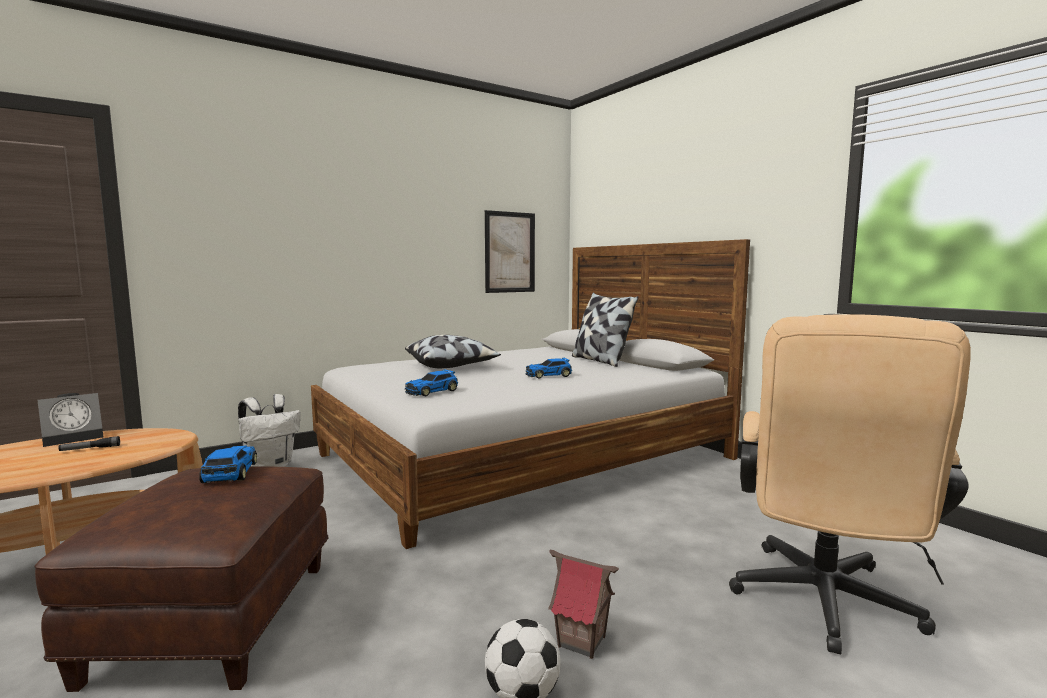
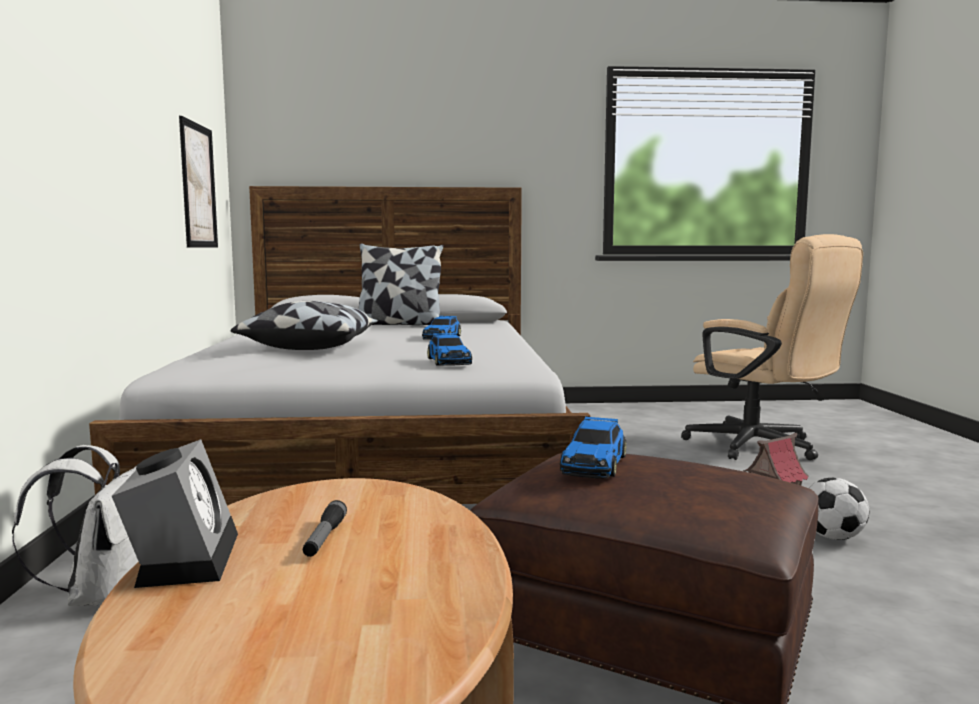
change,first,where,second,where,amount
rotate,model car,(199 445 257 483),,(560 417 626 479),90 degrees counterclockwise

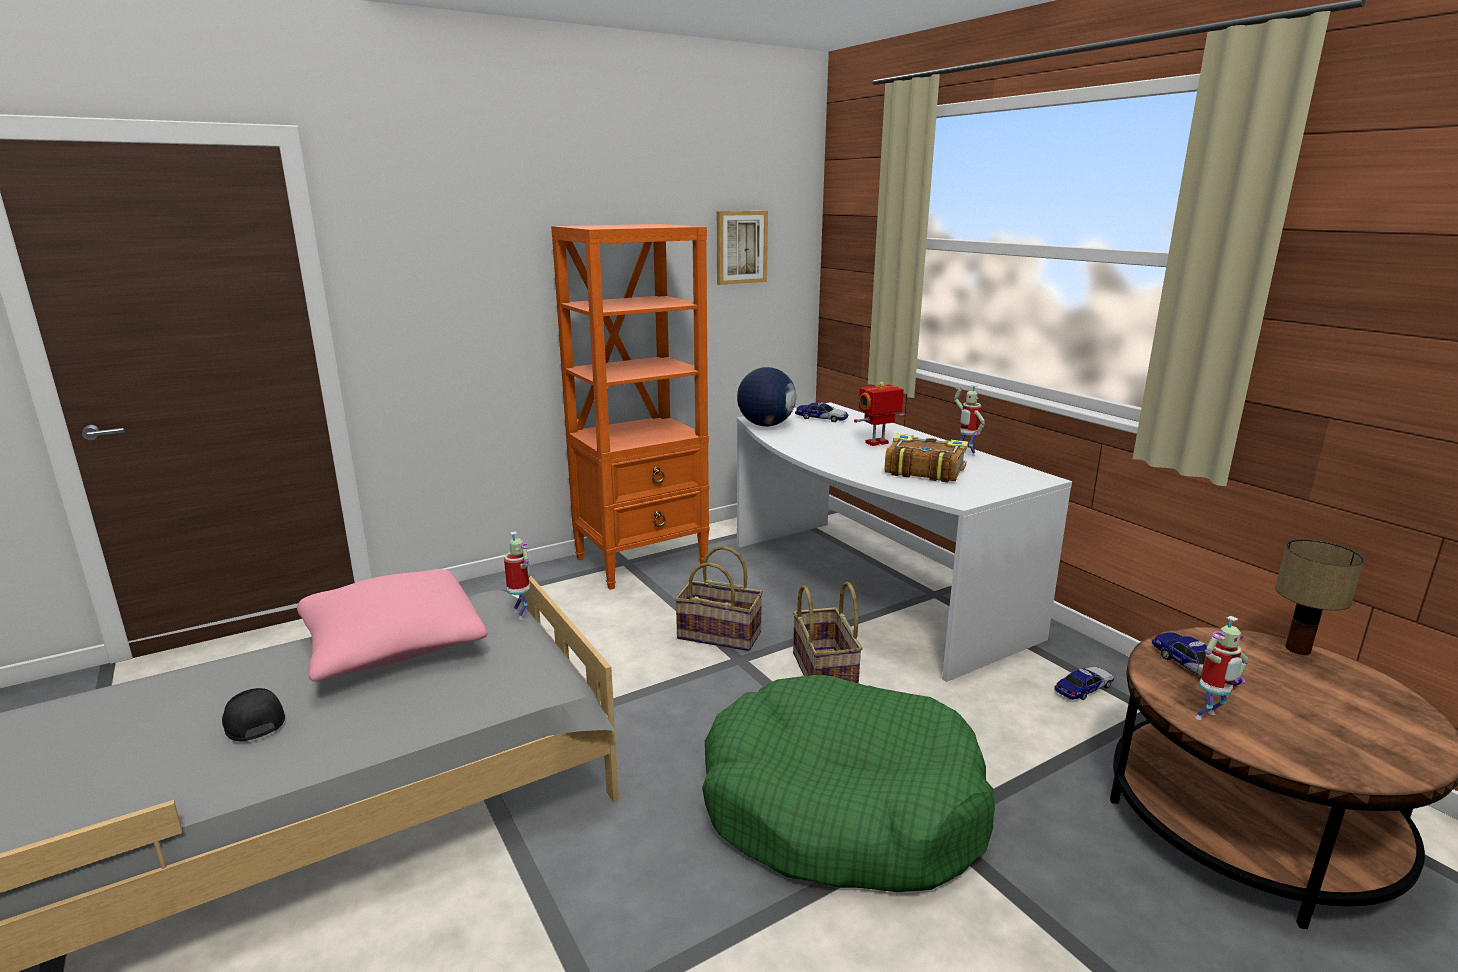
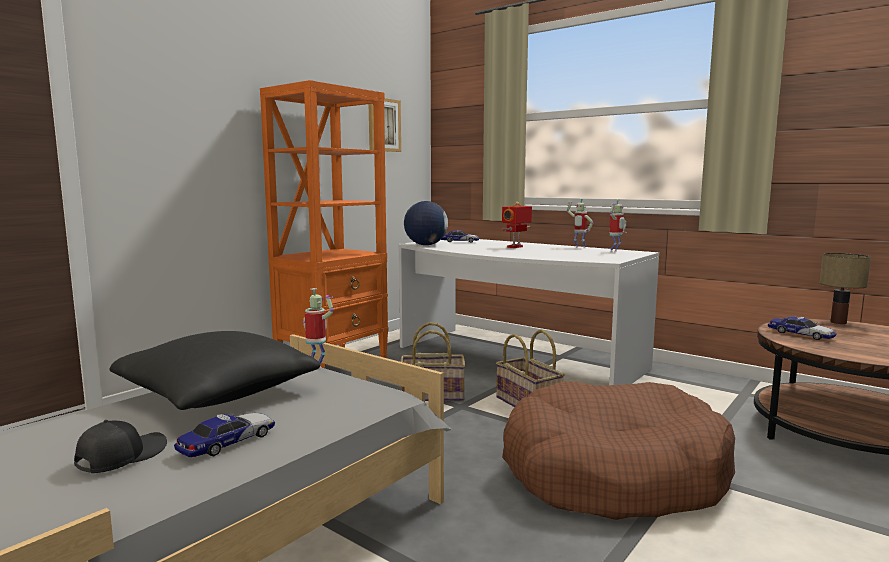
change,first,where,second,where,amount
rotate,cap in black,(222 688 285 742),,(74 420 167 473),90 degrees clockwise
recolor,cushion in pink-coloured,(297 569 487 682),cushion in black,(110 331 320 410),
move,model car,(1054 667 1115 700),,(174 413 275 457),
recolor,dog bed in green-coloured,(702 675 995 892),dog bed in brownish,(502 382 735 520),
move,toy robot,(1195 616 1248 720),,(609 200 627 252),
delete,bound book,(885 434 969 482),,,

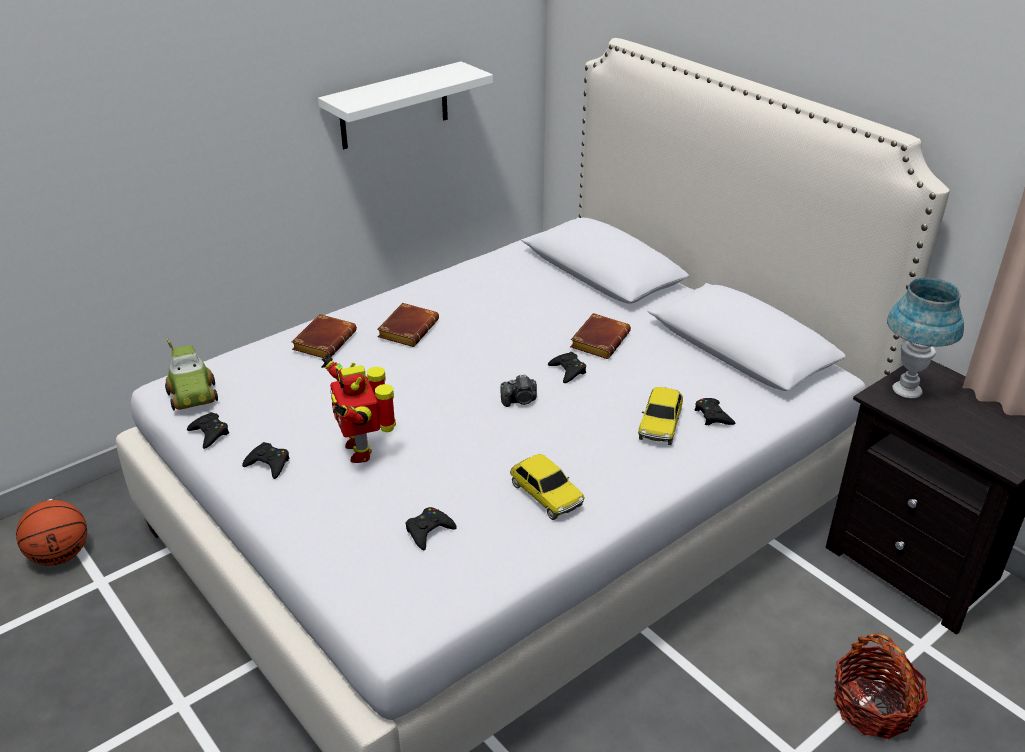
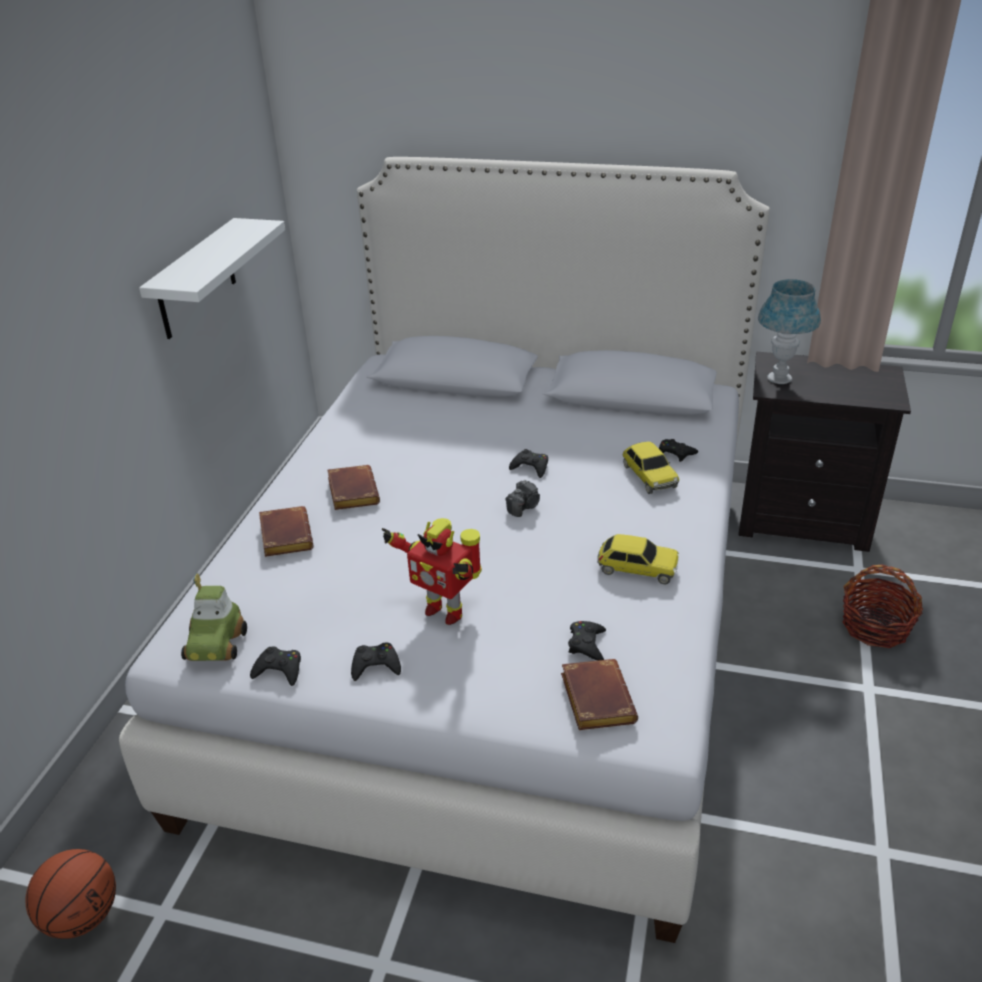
change,first,where,second,where,amount
rotate,model car,(165 338 218 410),,(181 573 247 661),60 degrees clockwise
move,bound book in brownish,(570 313 631 359),,(561 659 638 730),

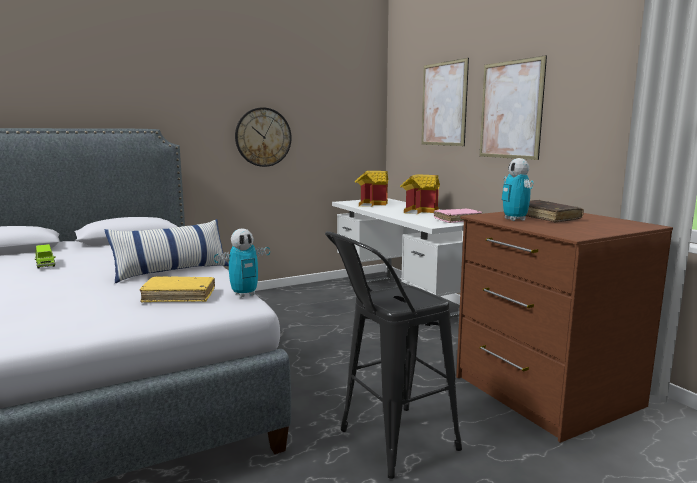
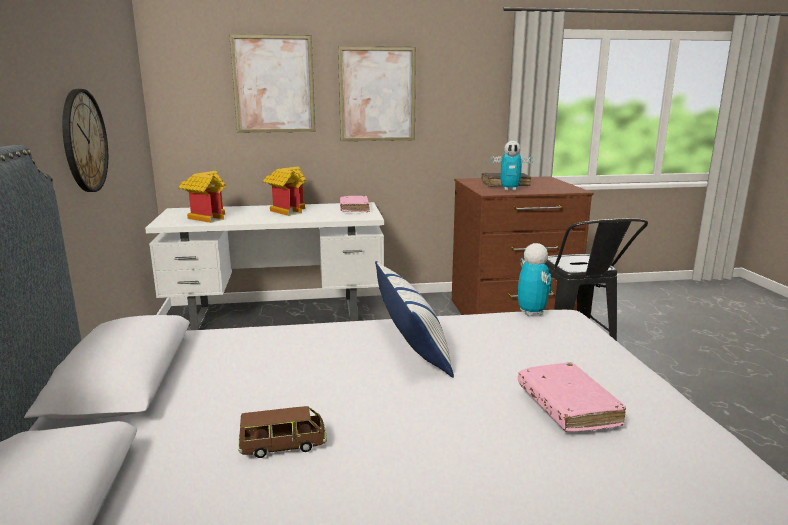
change,first,where,second,where,amount
recolor,model car in green-coloured,(35 244 56 268),model car in brownish,(238 406 327 458),
insert,,,bound book in pink-coloured,(518 362 626 432),
delete,bound book in yellowish,(140 276 215 302),,,

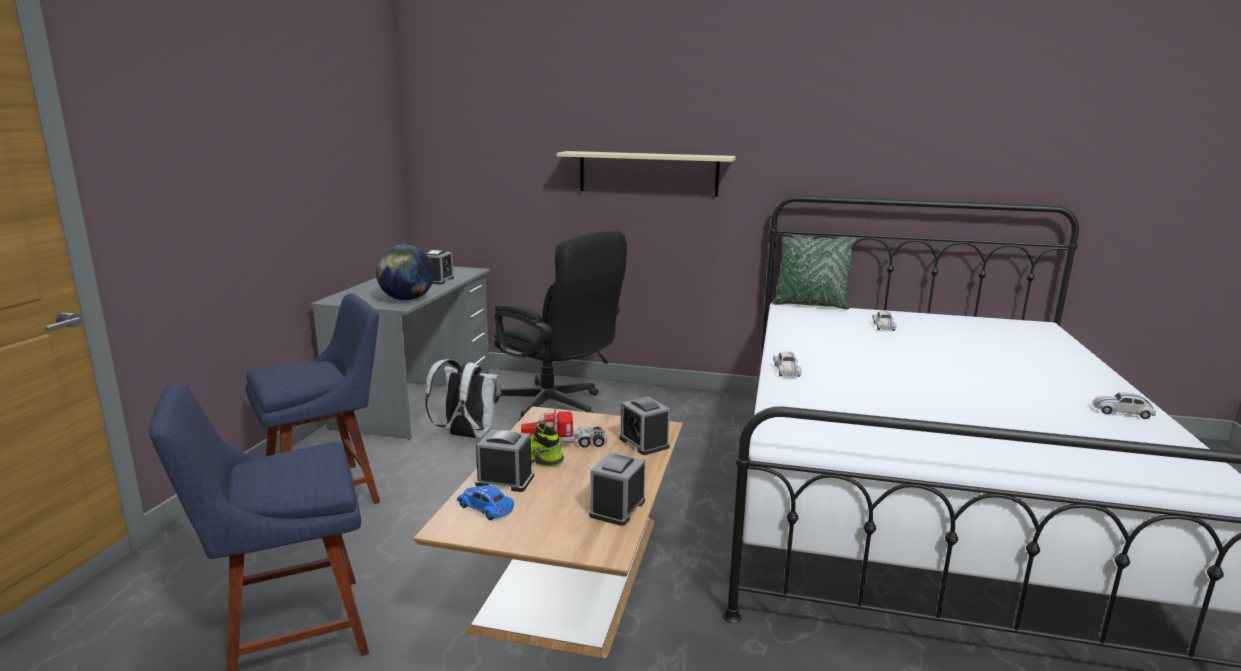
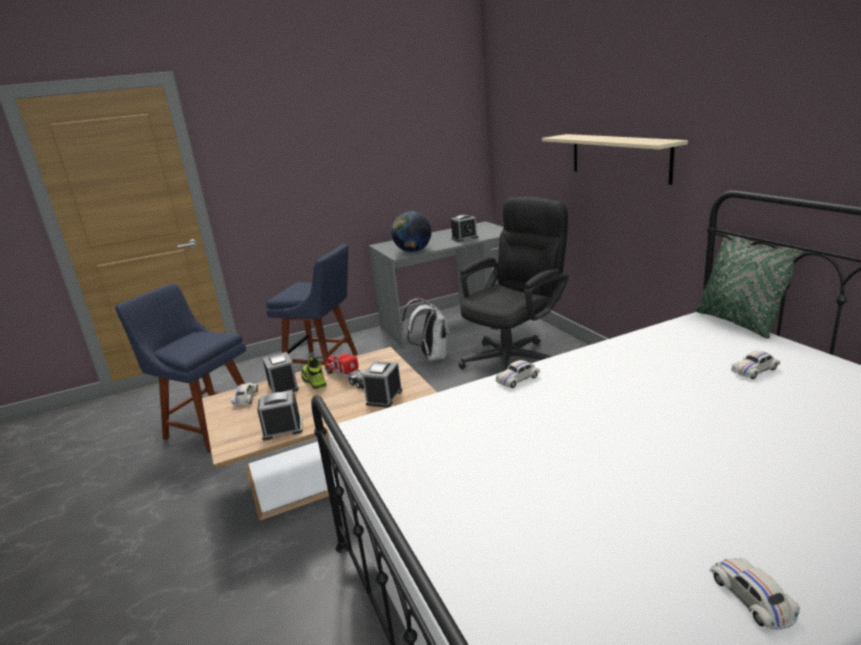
change,first,where,second,where,amount
recolor,model car in blue-coloured,(456 485 514 520),model car in whitish,(231 383 258 406),
rotate,desk chair in black,(494 230 627 420),,(458 197 569 372),135 degrees counterclockwise

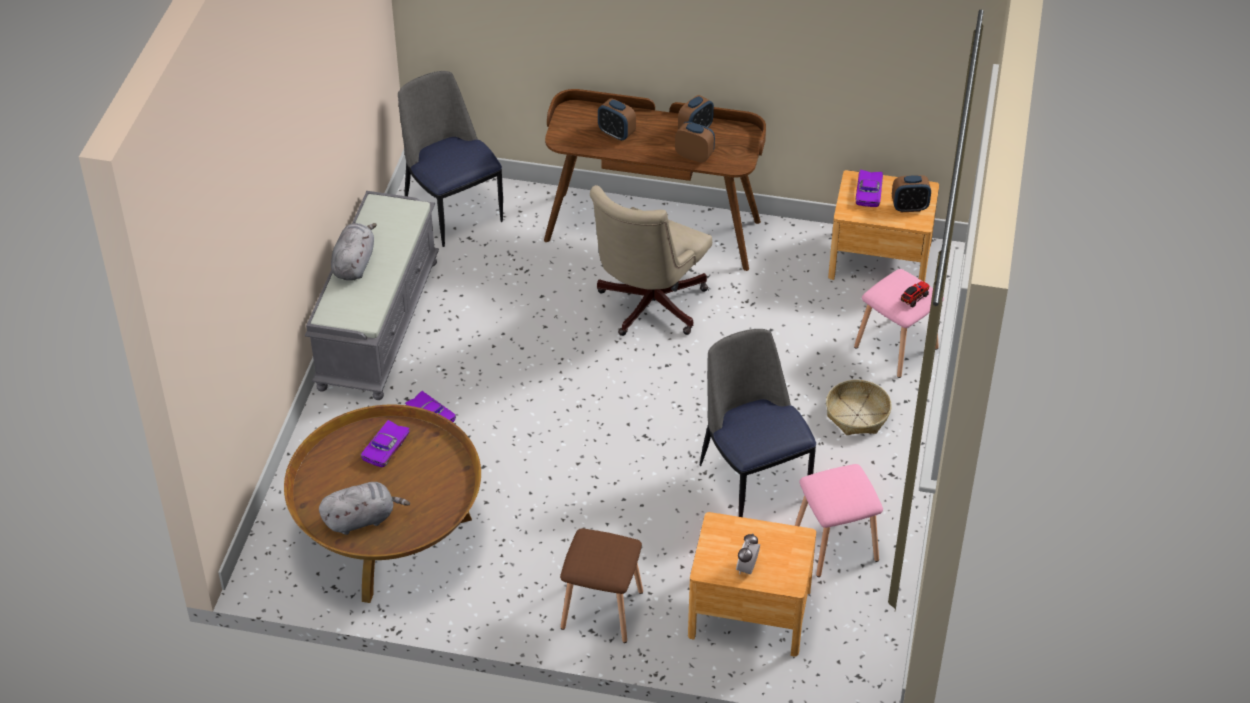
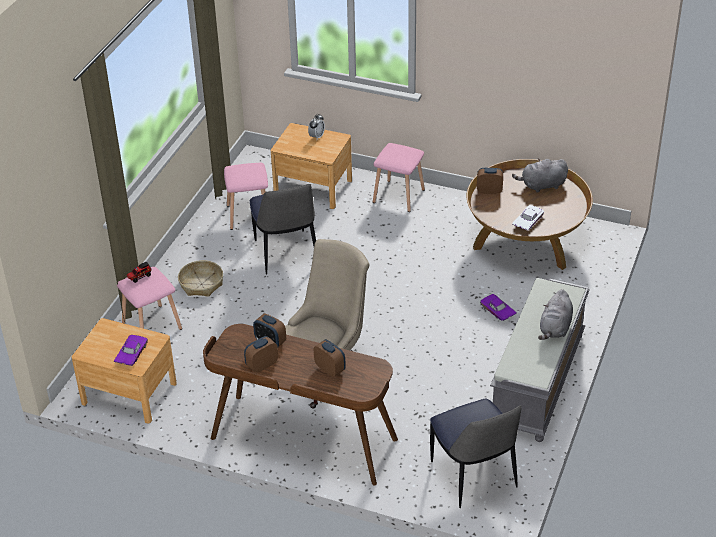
change,first,where,second,where,amount
recolor,sitting stool in brownish,(560 528 643 643),sitting stool in pink-coloured,(373 143 425 212),
move,alarm clock,(892 175 931 212),,(477 168 503 194),
recolor,model car in purple,(361 420 410 467),model car in whitish,(512 205 544 230),

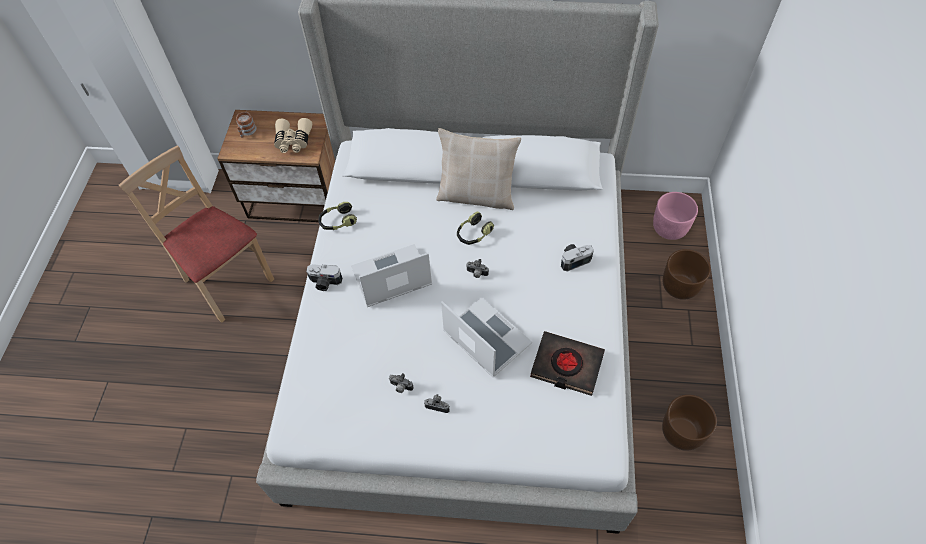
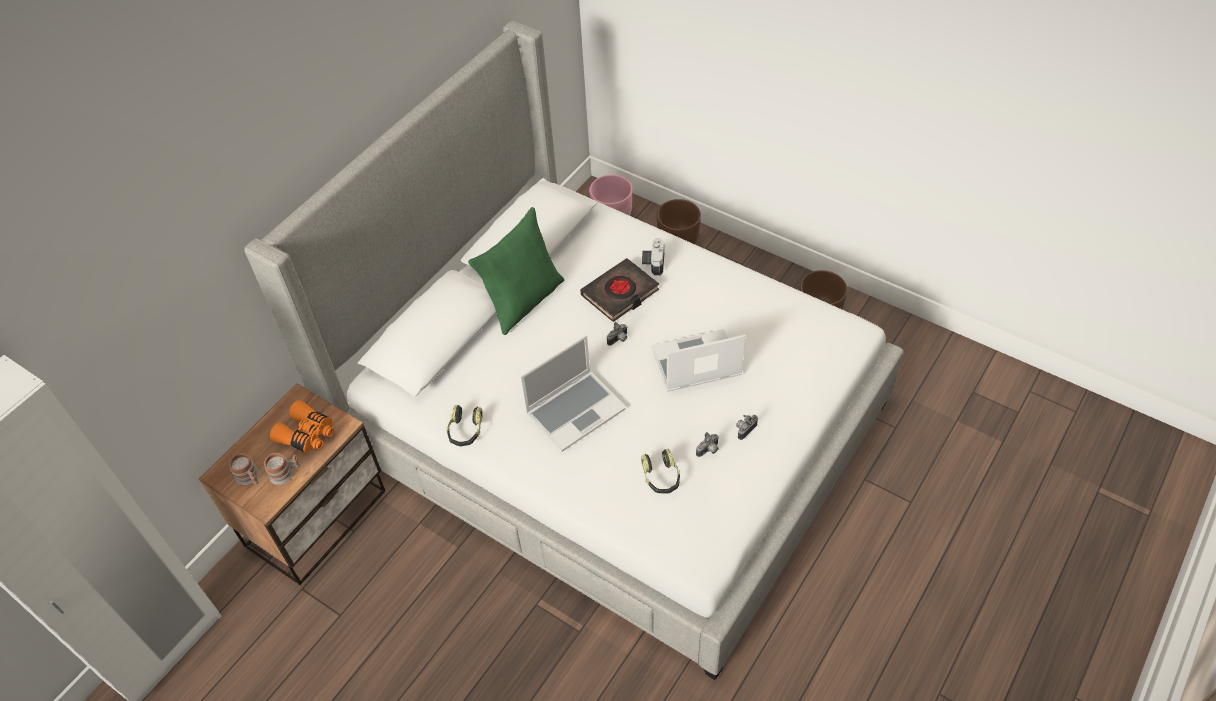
change,first,where,second,where,amount
insert,,,mug,(264 453 300 485),
recolor,pair of binoculars in beige-coloured,(274 118 312 153),pair of binoculars in orange-coloured,(270 400 334 453),
recolor,cushion in beige-coloured,(436 128 521 210),cushion in green-coloured,(468 207 564 335),
rotate,laptop,(351 244 432 307),,(520 335 626 452),135 degrees counterclockwise
move,bound book in black,(530 331 605 396),,(580 258 659 322),
move,pair of headphones,(457 211 494 245),,(641 449 680 494),
delete,plain chair in beige-coloured,(119 145 274 323),,,
delete,still camera,(306 264 343 291),,,

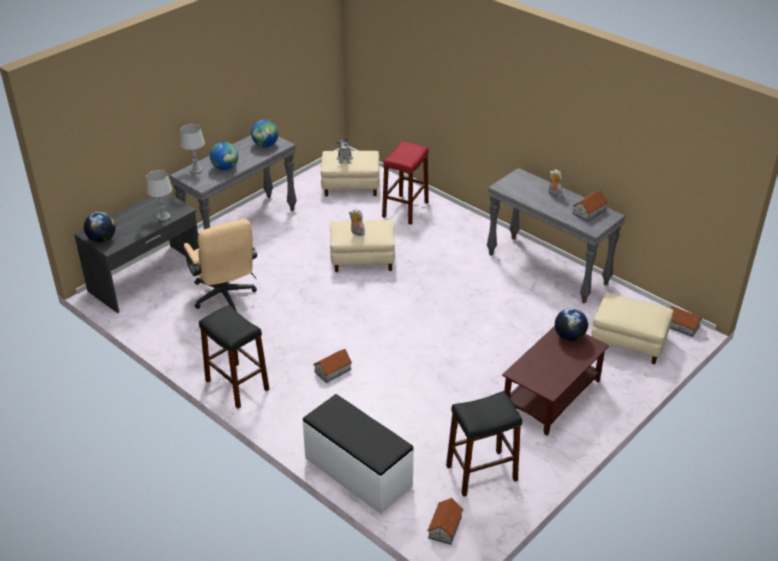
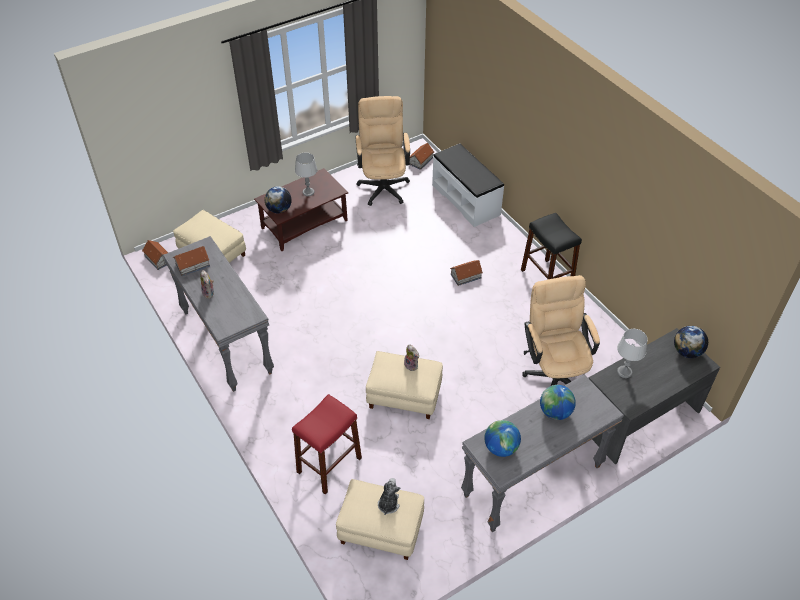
change,first,where,second,where,amount
move,tabletop lamp in grey,(180 124 205 174),,(295 153 318 196),
replace,sitting stool in black,(446 391 522 497),desk chair in beige-coloured,(355 96 410 206),

